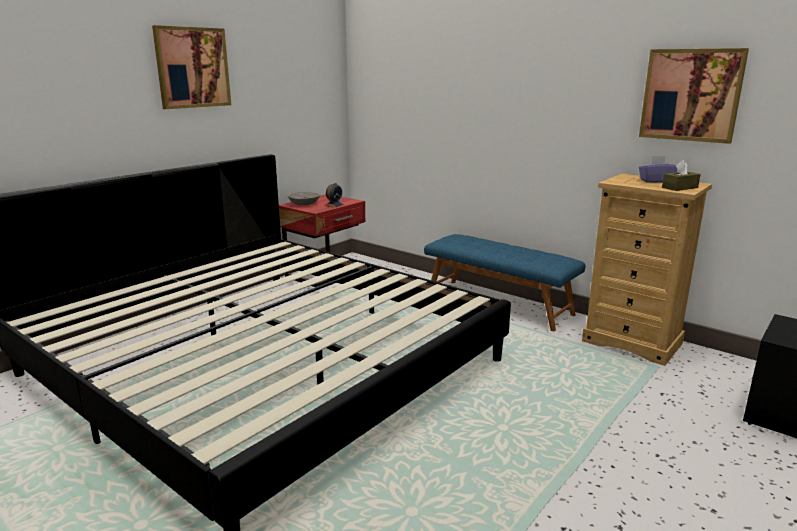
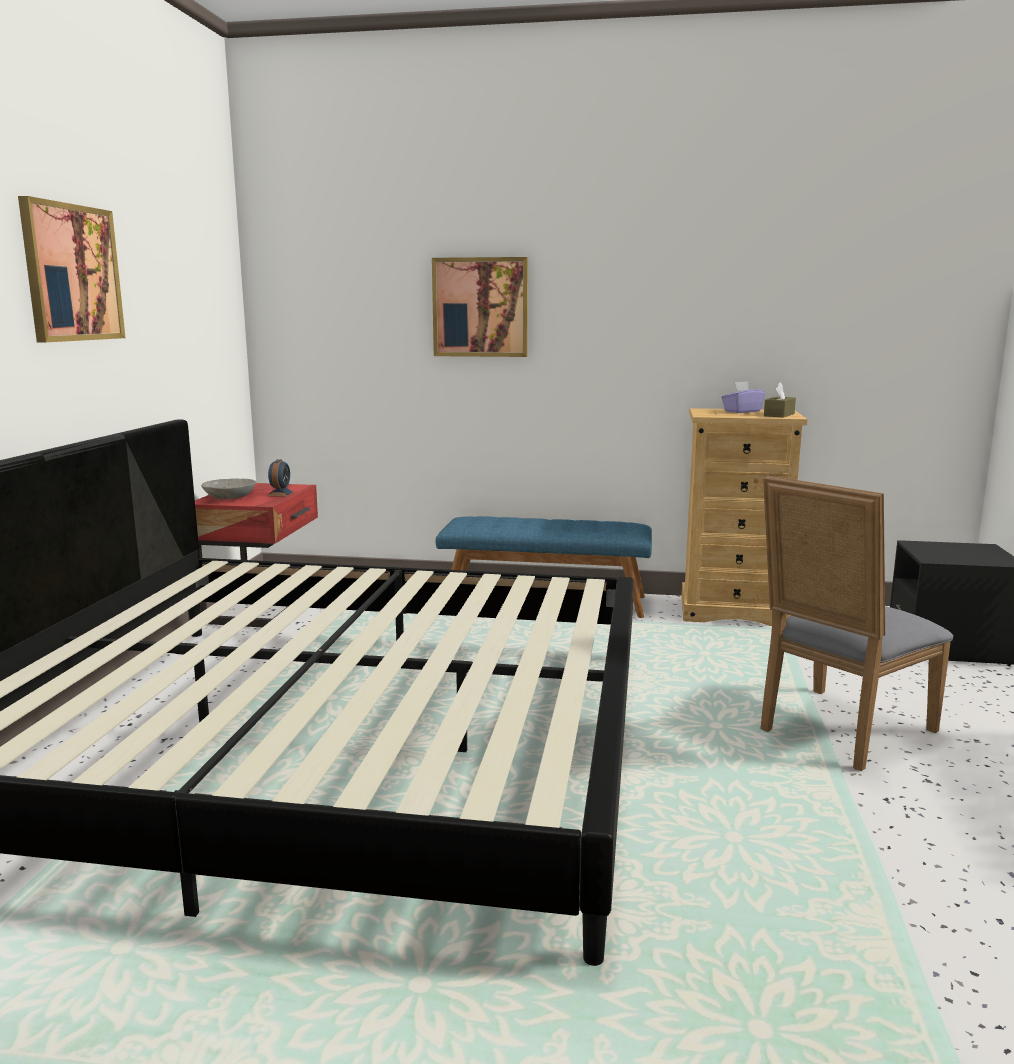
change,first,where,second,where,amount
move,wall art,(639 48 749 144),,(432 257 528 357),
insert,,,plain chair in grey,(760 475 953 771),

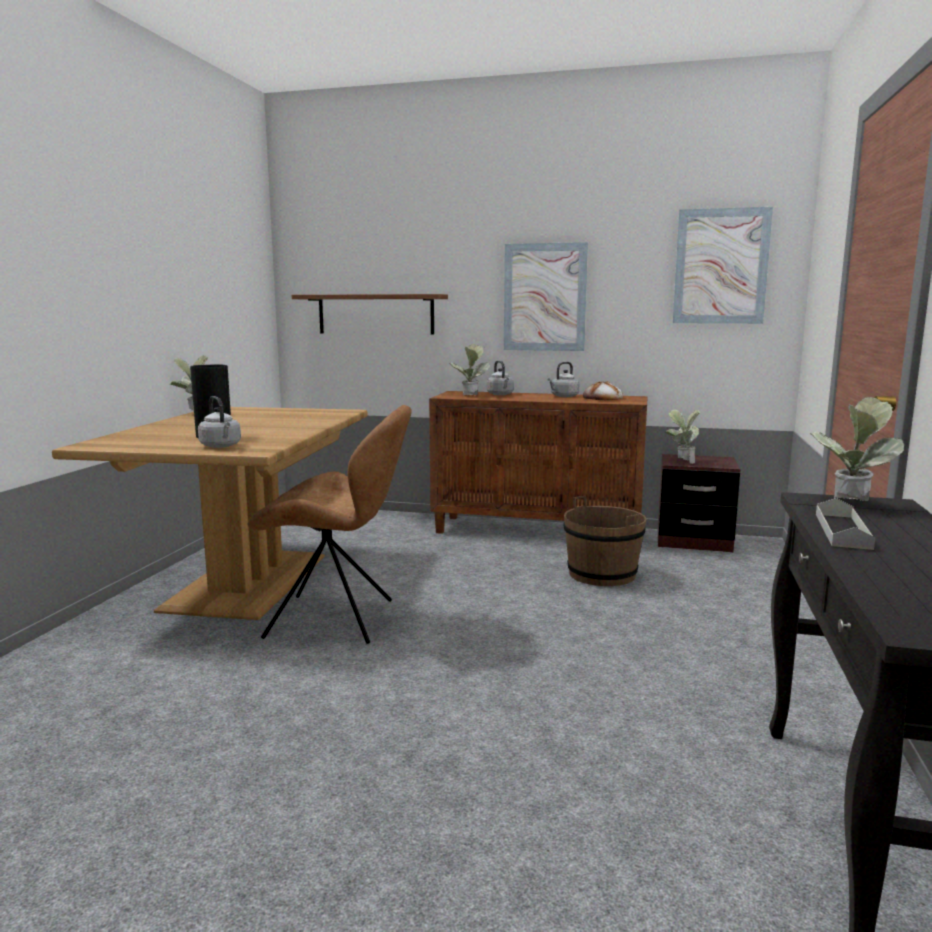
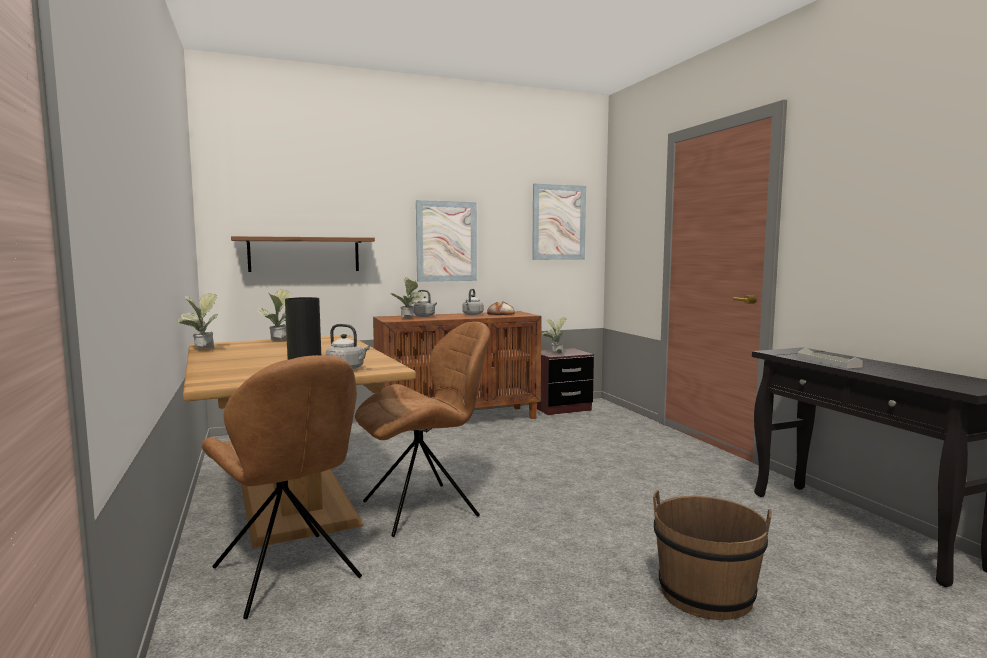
change,first,where,second,where,amount
insert,,,plain chair in brownish,(202 355 362 619),
move,houseplant,(810 397 904 501),,(256 289 291 341),
move,bucket in brownish,(563 496 647 586),,(653 490 772 620),

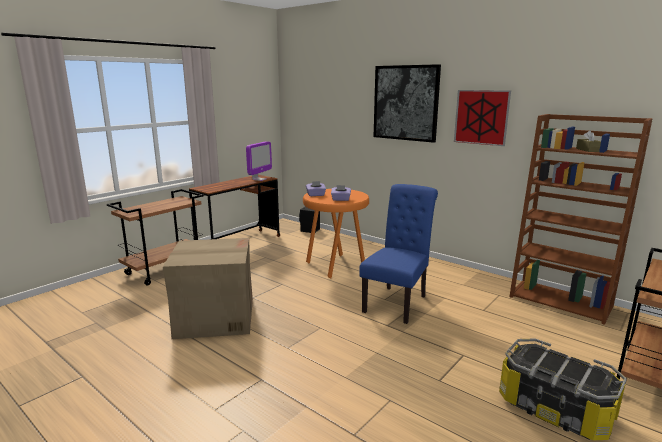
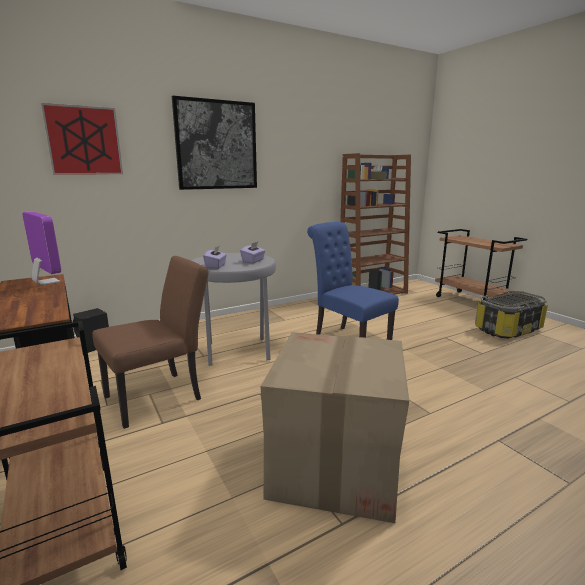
change,first,where,second,where,amount
move,wall art,(454 90 511 146),,(41 103 123 175),
insert,,,plain chair in brownish,(92 256 209 429),
recolor,sitting stool in orange-coloured,(303 189 369 278),sitting stool in grey,(191 253 276 366),

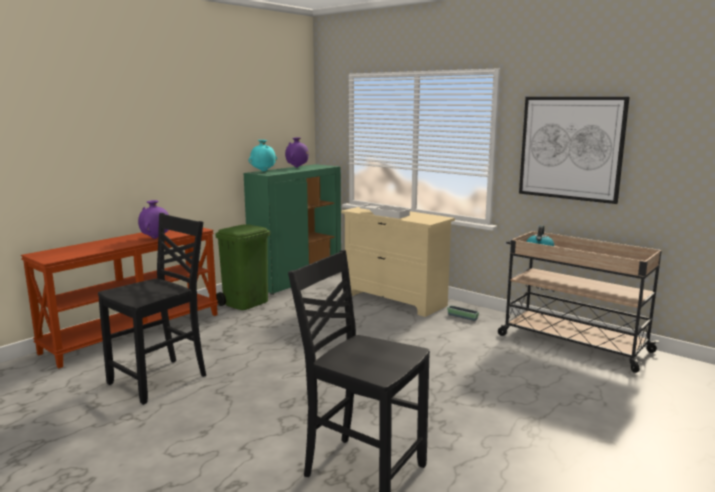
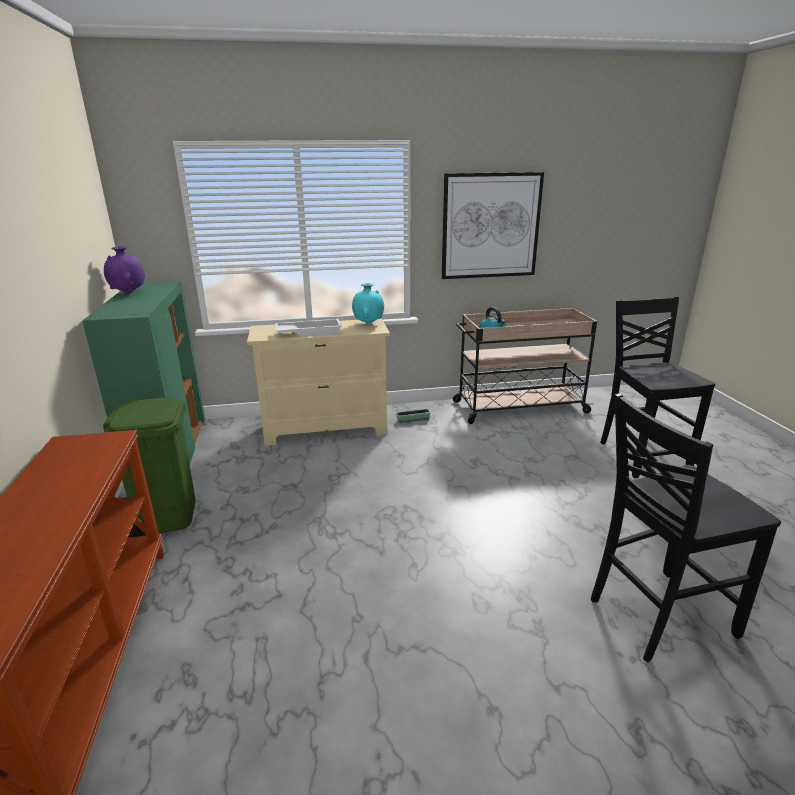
change,first,where,second,where,amount
move,flower vase in turquoise-coloured,(249 140 277 172),,(352 283 384 324),
move,plain chair in black,(98 213 206 405),,(600 297 715 478),
delete,flower vase in purple,(138 200 169 239),,,

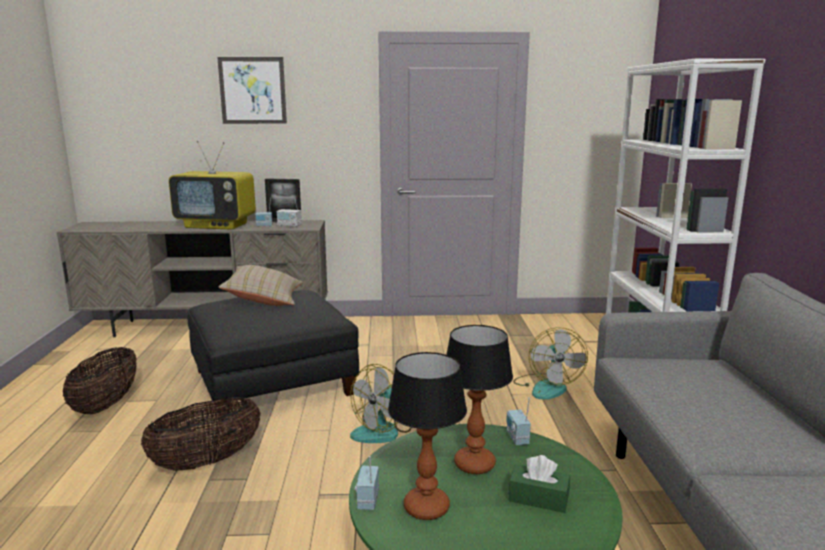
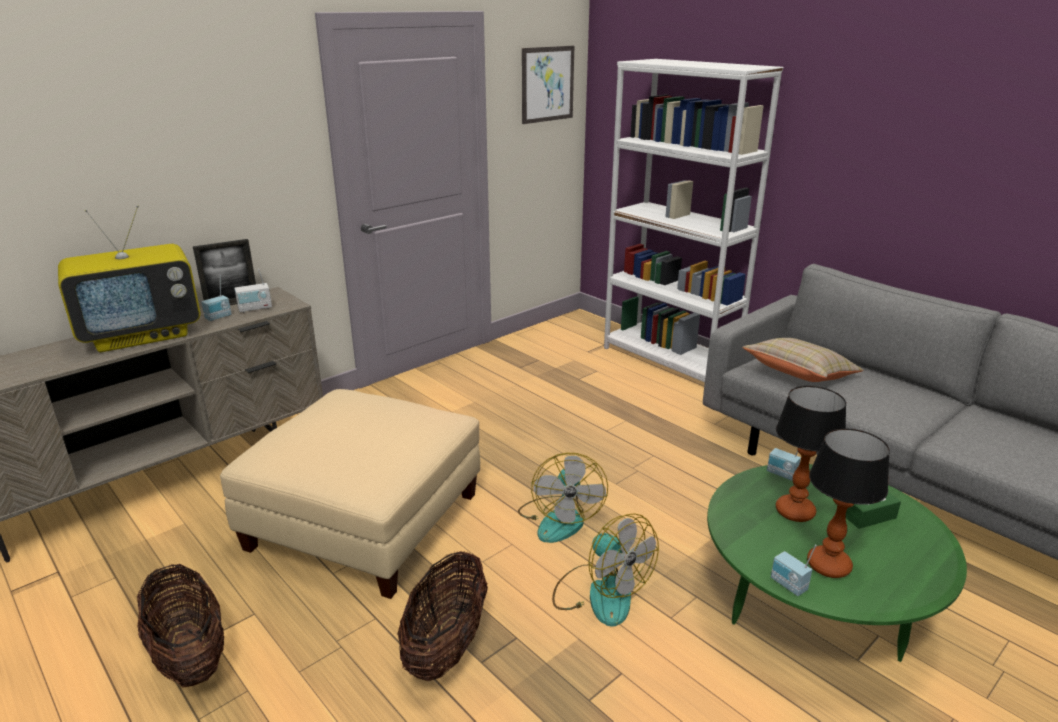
change,first,where,second,where,amount
recolor,ottoman in black,(187 290 359 413),ottoman in beige-coloured,(220 389 480 599),
move,wall art,(217 57 287 124),,(522 46 574 124),
move,electric fan,(513 327 588 399),,(552 513 659 626),
move,cushion in beige-coloured,(218 265 303 306),,(742 338 864 382),

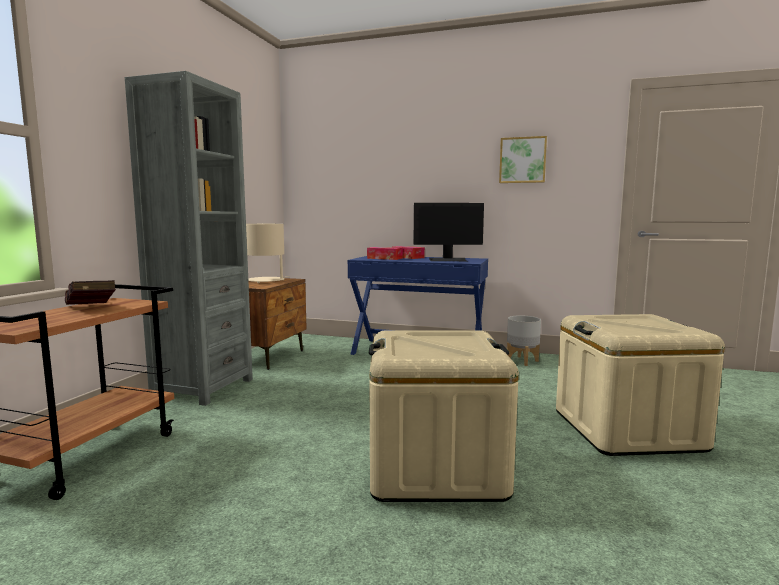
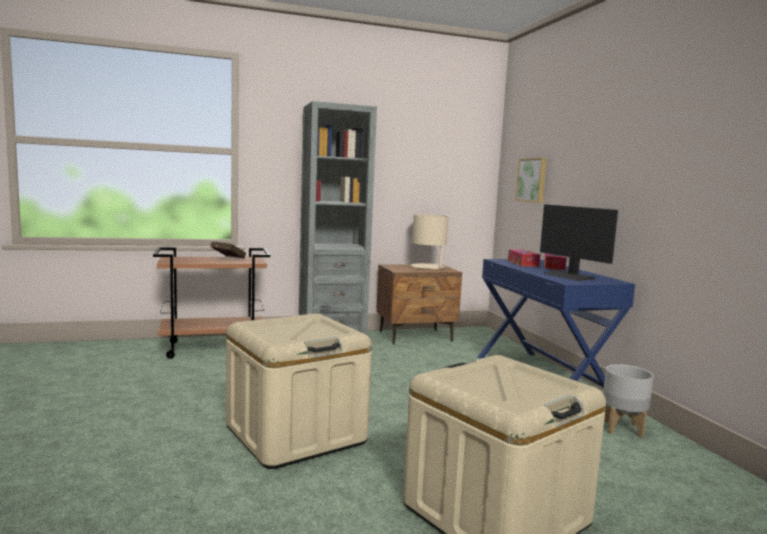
change,first,where,second,where,amount
move,wall art,(499 136 547 183),,(516 158 547 203),

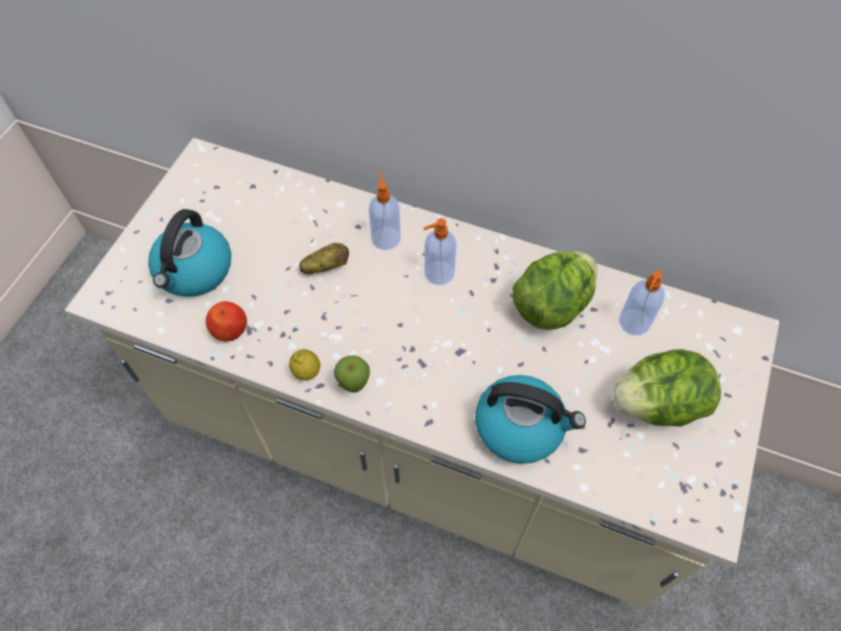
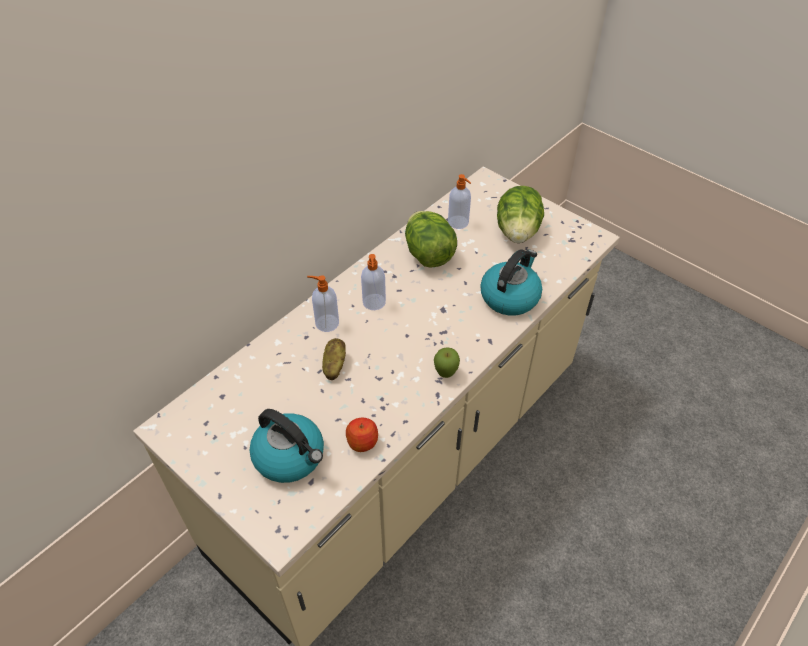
change,first,where,second,where,amount
delete,citrus fruit,(289 349 320 381),,,

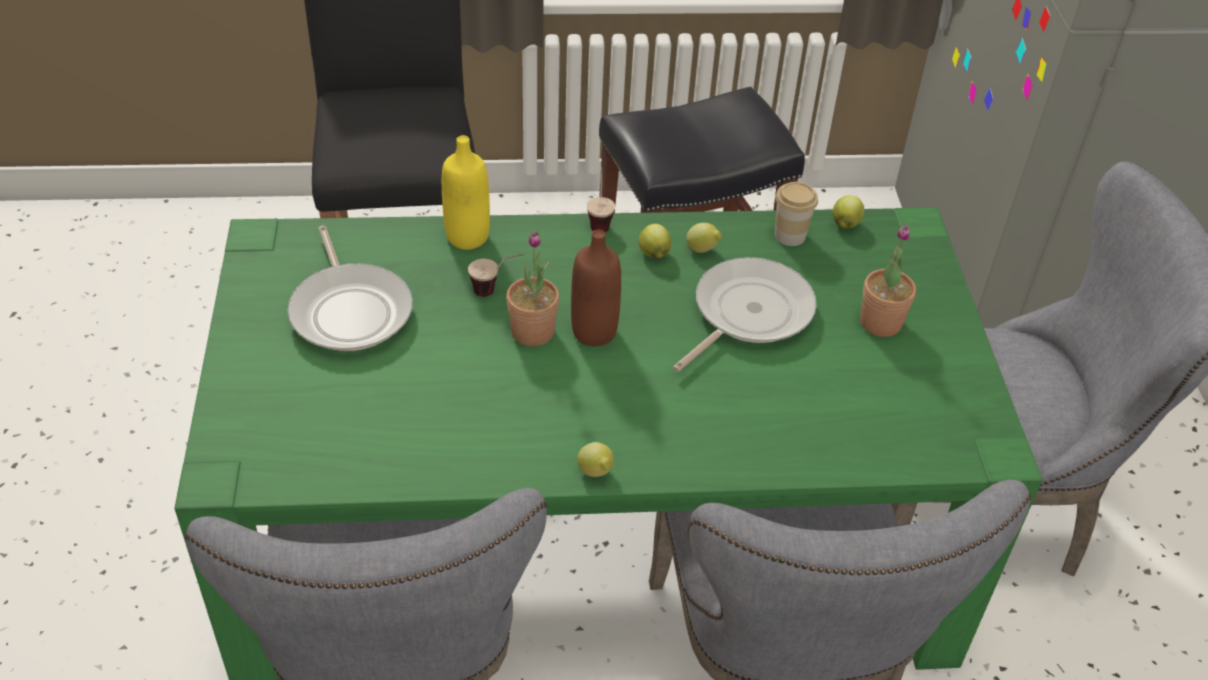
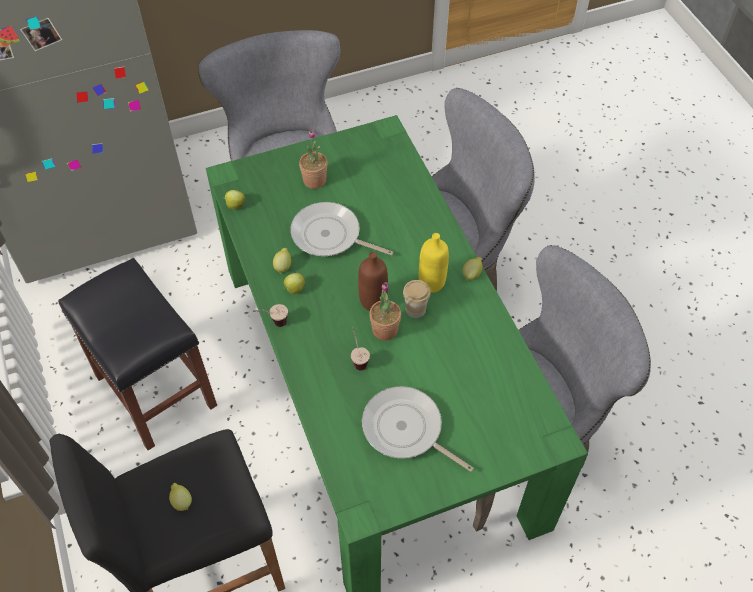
change,first,where,second,where,amount
insert,,,citrus fruit,(169 483 192 511),
rotate,pan,(288 226 413 351),,(362 386 474 472),105 degrees counterclockwise
move,drinking cup,(775 182 818 246),,(403 280 431 318),
move,bottle in yellowish,(442 135 490 250),,(419 233 449 293),

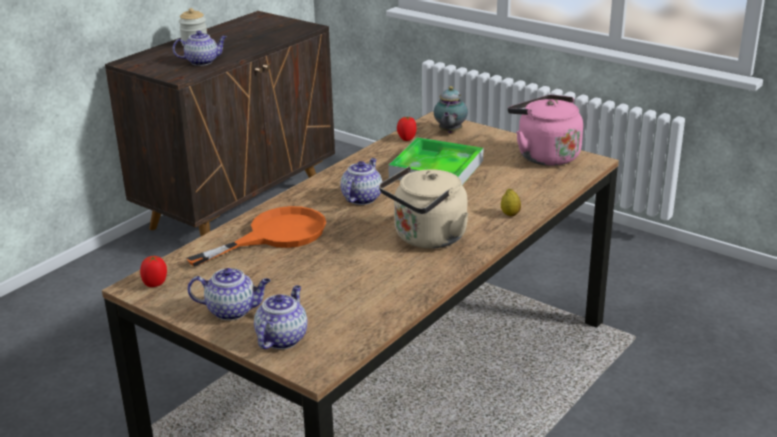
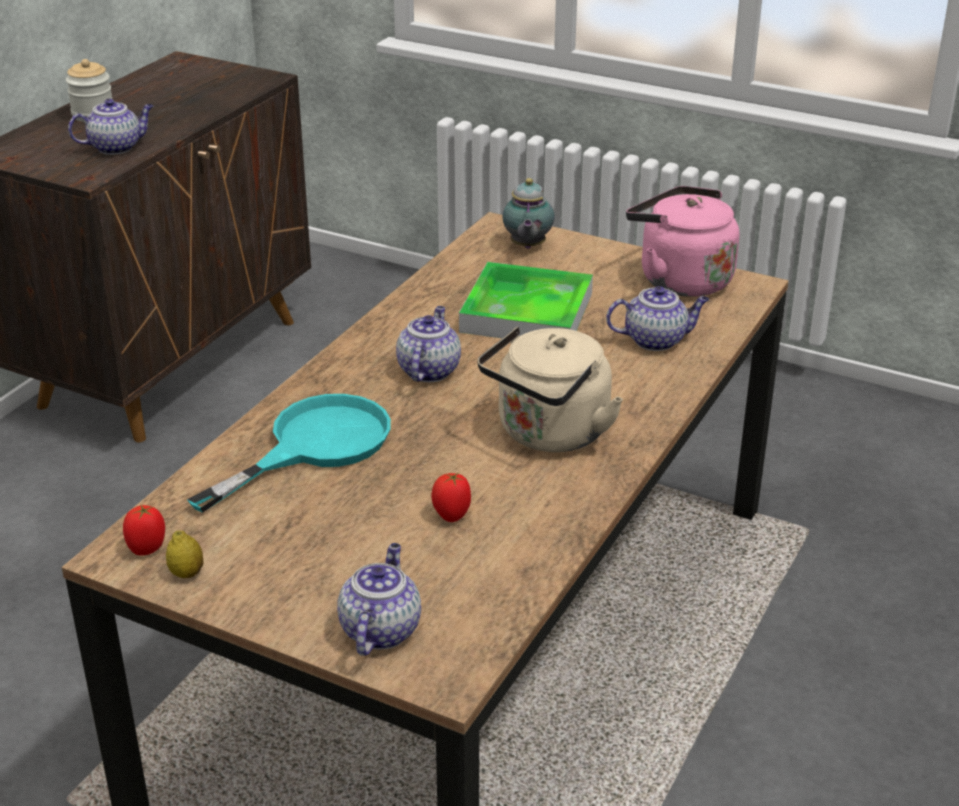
change,first,where,second,where,amount
move,citrus fruit,(501 189 521 216),,(166 531 203 578),
recolor,pan in orange-coloured,(186 206 326 267),pan in turquoise-coloured,(187 394 391 513),
move,whole tomato,(397 117 416 141),,(431 472 471 522),
move,pot for tea,(187 268 271 320),,(606 286 709 351),

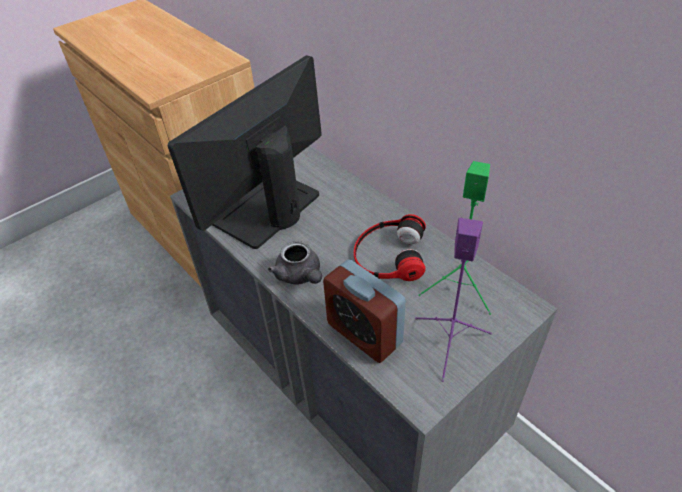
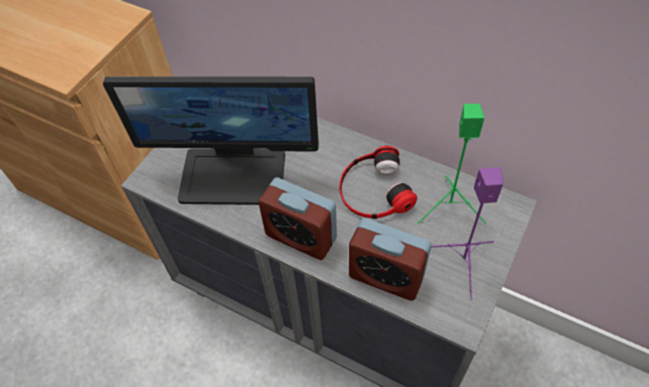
change,first,where,second,where,amount
rotate,computer display,(168 55 322 249),,(103 76 319 205),105 degrees counterclockwise
replace,pot for tea in grey,(268 241 322 284),alarm clock,(258 177 337 260),

